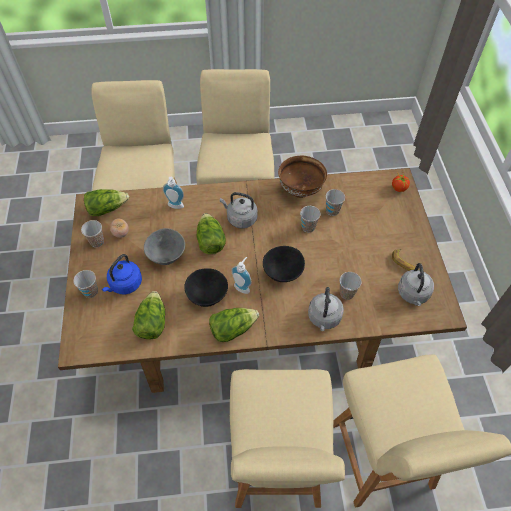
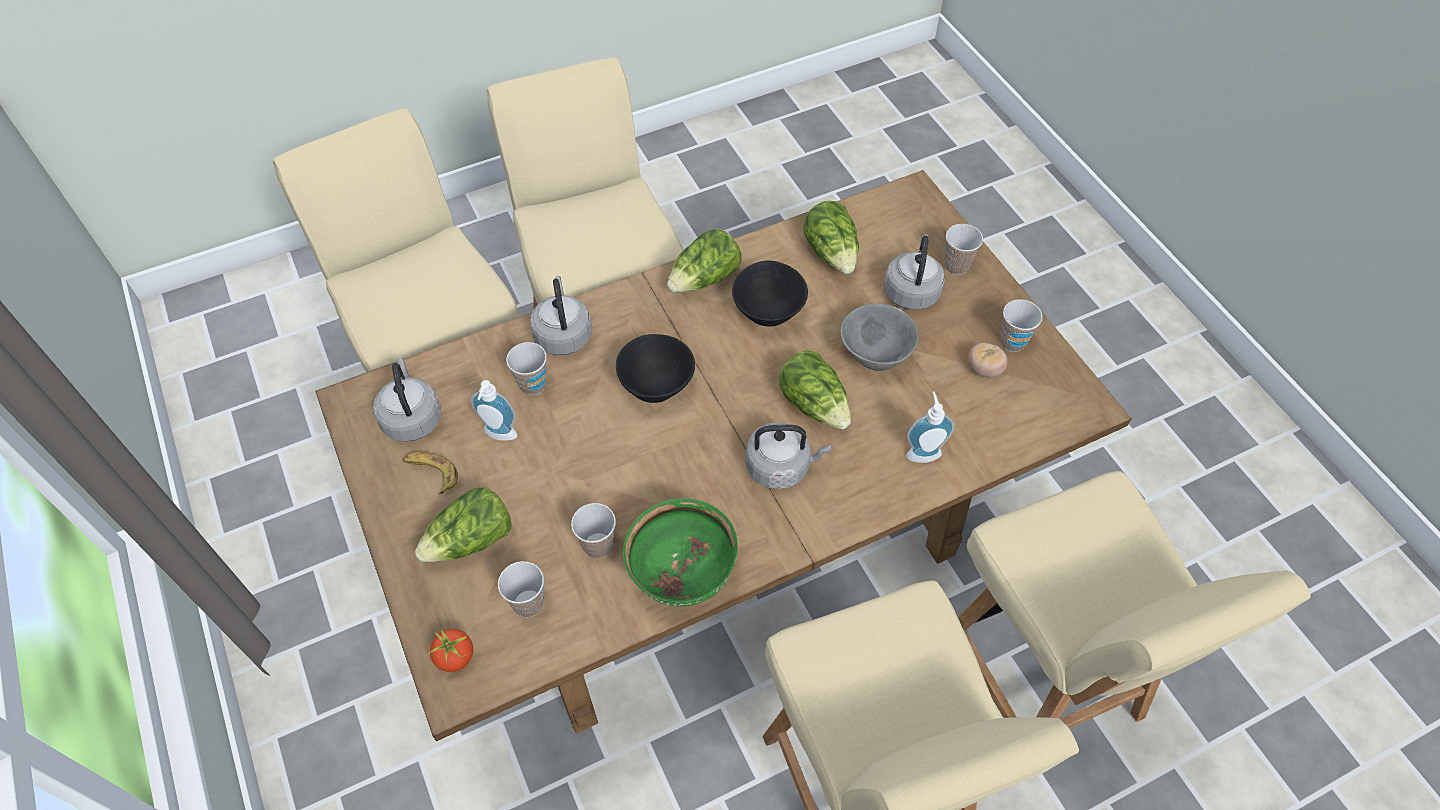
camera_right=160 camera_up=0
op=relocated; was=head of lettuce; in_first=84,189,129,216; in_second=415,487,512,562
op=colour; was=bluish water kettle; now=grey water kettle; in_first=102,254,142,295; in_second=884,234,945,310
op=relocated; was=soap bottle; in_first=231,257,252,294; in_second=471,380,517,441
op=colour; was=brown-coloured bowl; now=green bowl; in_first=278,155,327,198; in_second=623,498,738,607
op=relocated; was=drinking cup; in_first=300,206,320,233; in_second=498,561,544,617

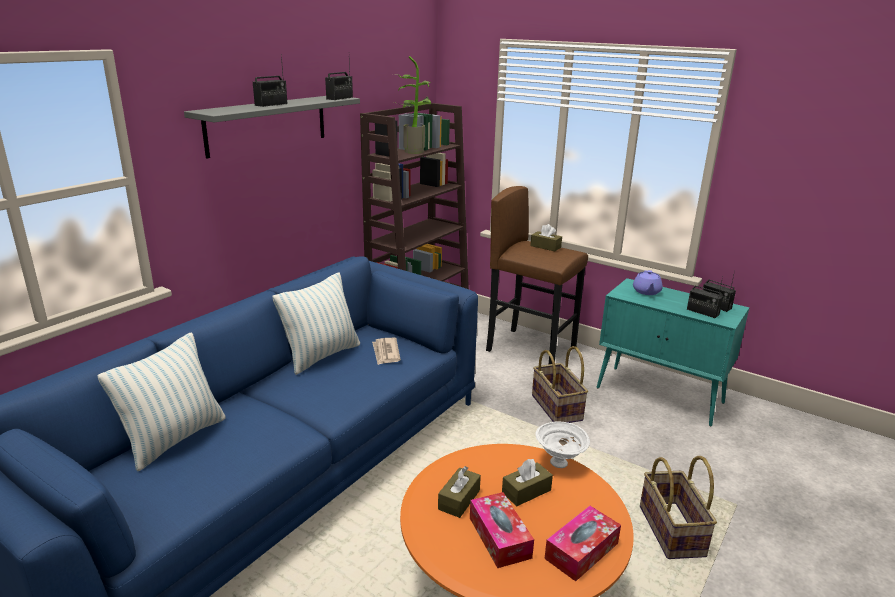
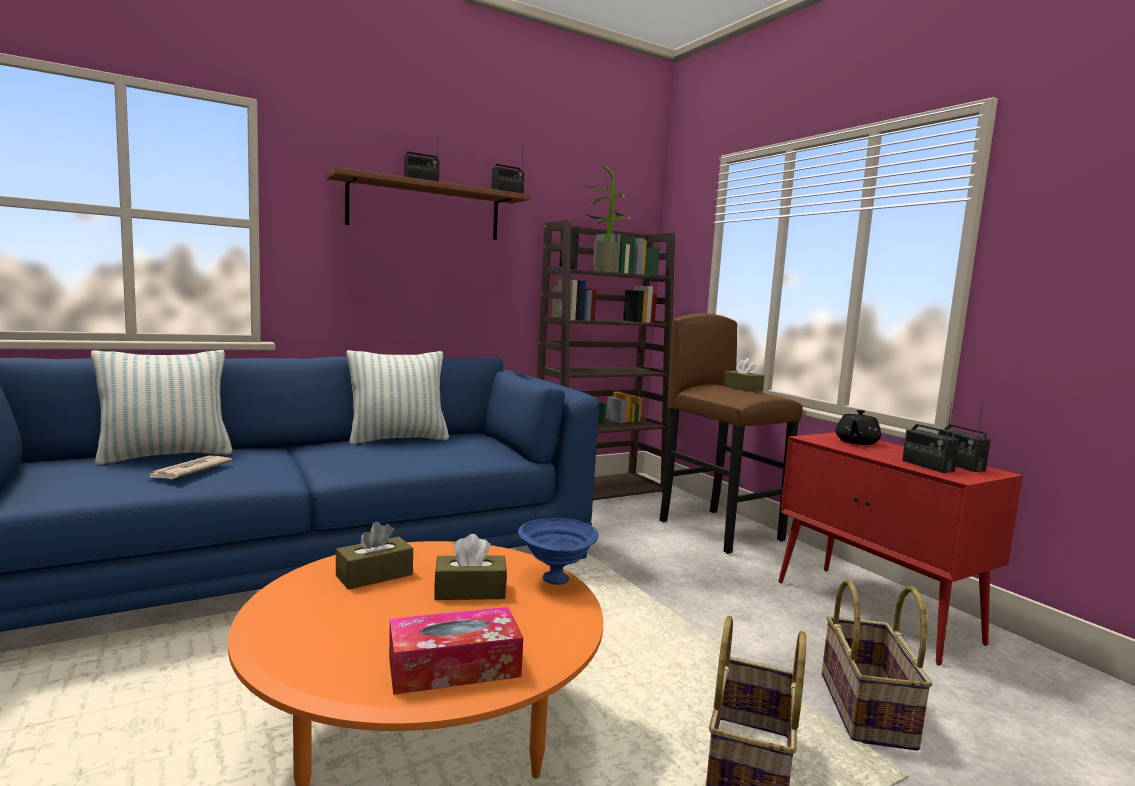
camera_right=25 camera_up=-15
op=colour; was=grey bracket shelf; now=brown-coloured bracket shelf; in_first=184,96,360,159; in_second=326,167,530,240
op=relocated; was=daily paper; in_first=372,338,401,365; in_second=148,456,232,479
op=missing; was=tissue holder; in_first=470,492,534,568
op=relocated; was=storage basket; in_first=532,346,588,423; in_second=822,580,932,751
op=colour; was=white-coloured bowl; now=bluish bowl; in_first=535,422,590,468; in_second=518,518,599,585
op=colour; was=turquoise cabinet; now=red cabinet; in_first=597,278,749,427; in_second=778,432,1023,665
op=colour; was=purplish teapot; now=blackish teapot; in_first=633,270,663,295; in_second=836,410,881,445

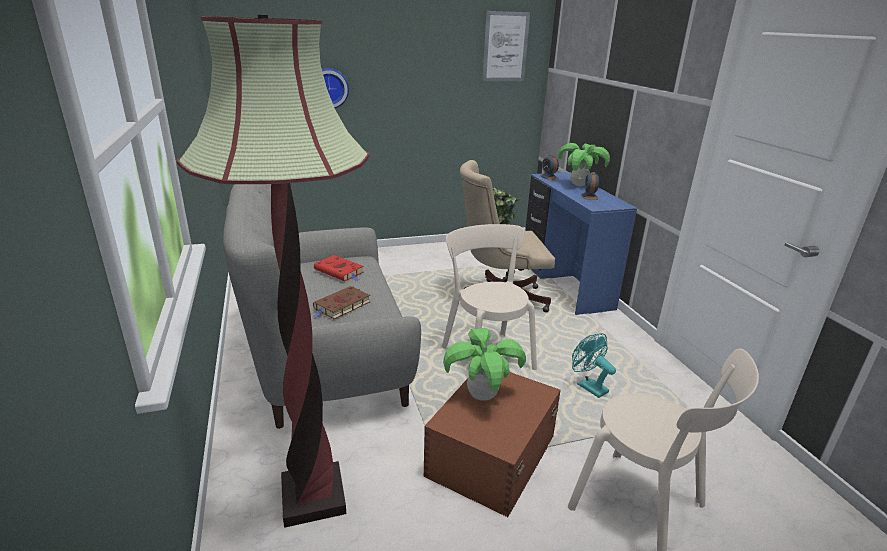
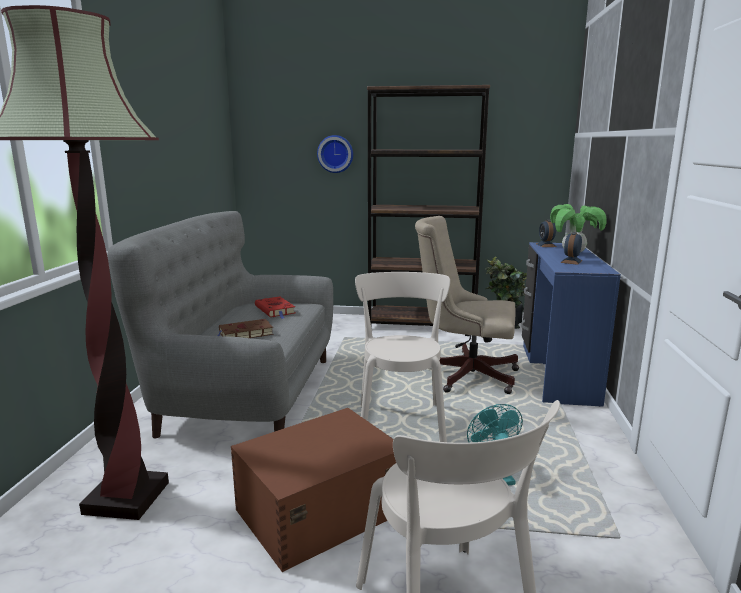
camera_right=25 camera_up=-10
op=missing; was=plant in a pot; in_first=443,328,526,401
op=missing; was=wall art; in_first=482,11,530,81
op=appeared; now=brown-coloured bookcase; in_second=367,85,490,326

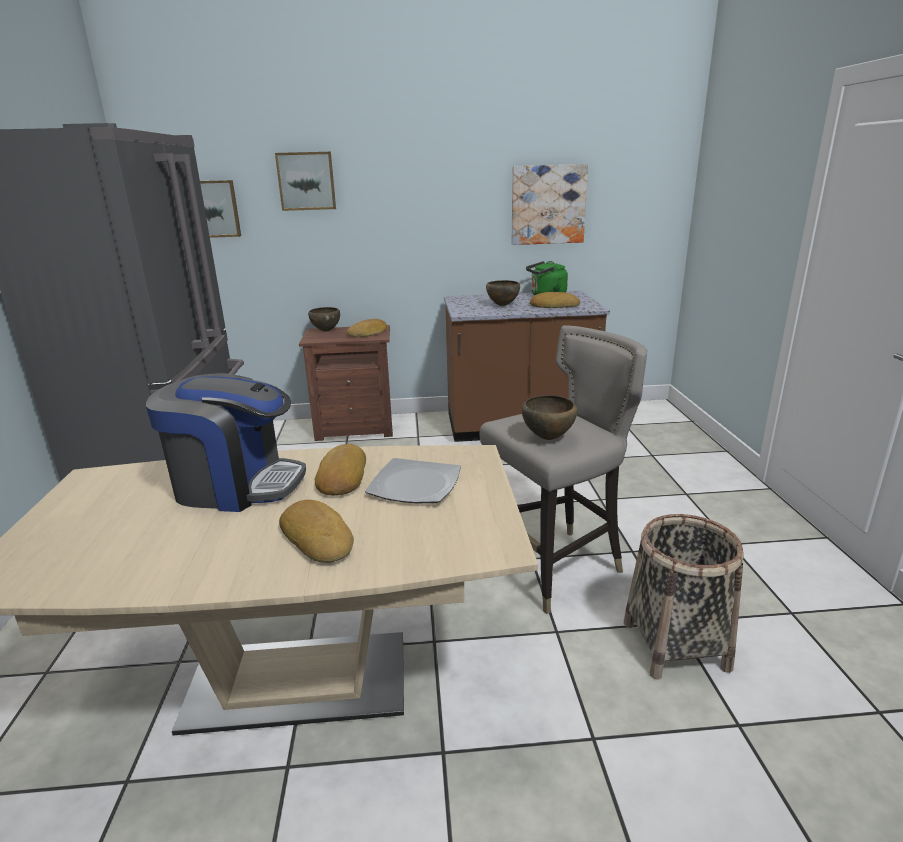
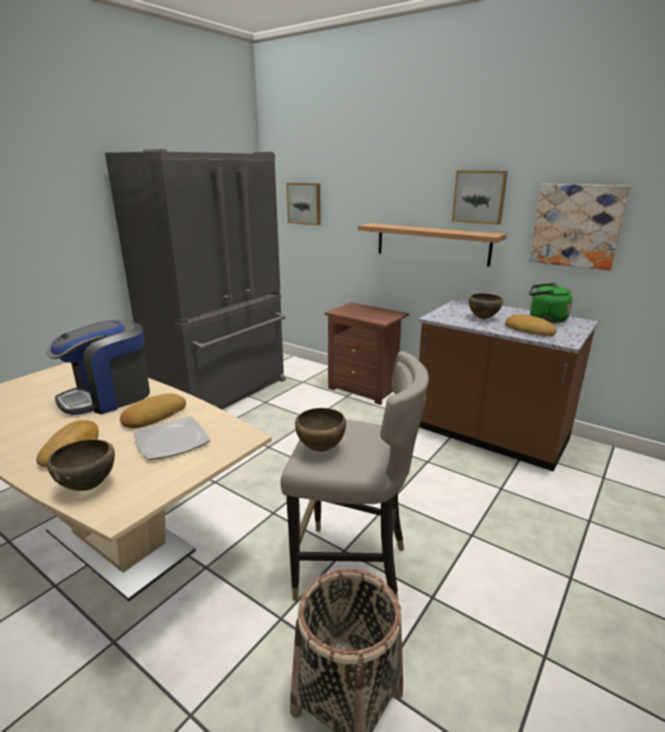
camera_right=40 camera_up=0
op=spun; was=coffee machine; in_first=146,374,306,512; in_second=46,320,150,415; clockwise=90
op=relocated; was=wall art; in_first=275,152,336,211; in_second=452,170,508,225
op=relocated; was=brown-coloured bowl; in_first=308,307,340,331; in_second=47,439,115,491
op=missing; was=bakery bread; in_first=347,319,387,337
op=appeared; now=bracket shelf; in_second=358,223,507,267

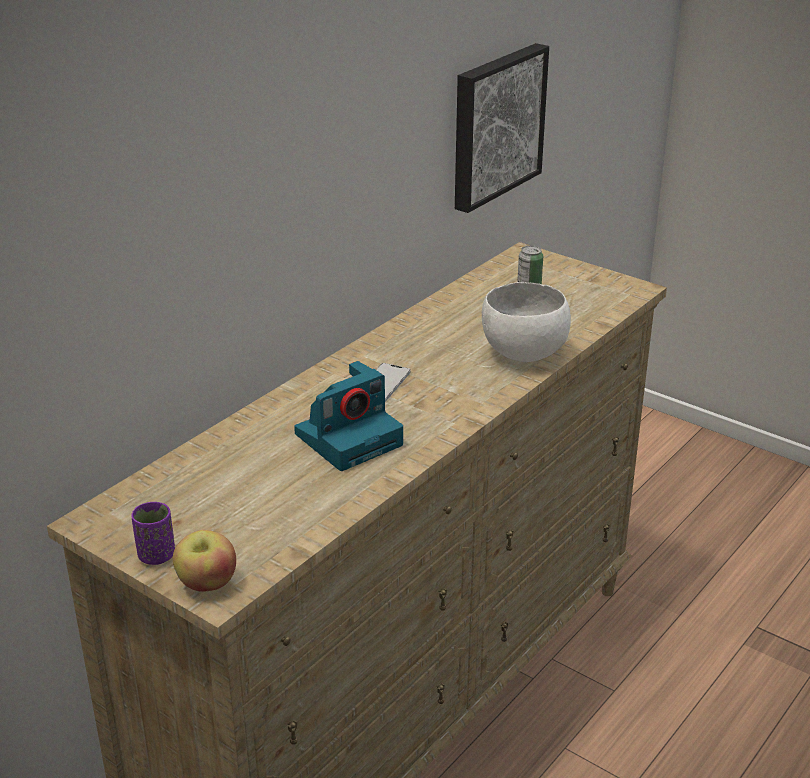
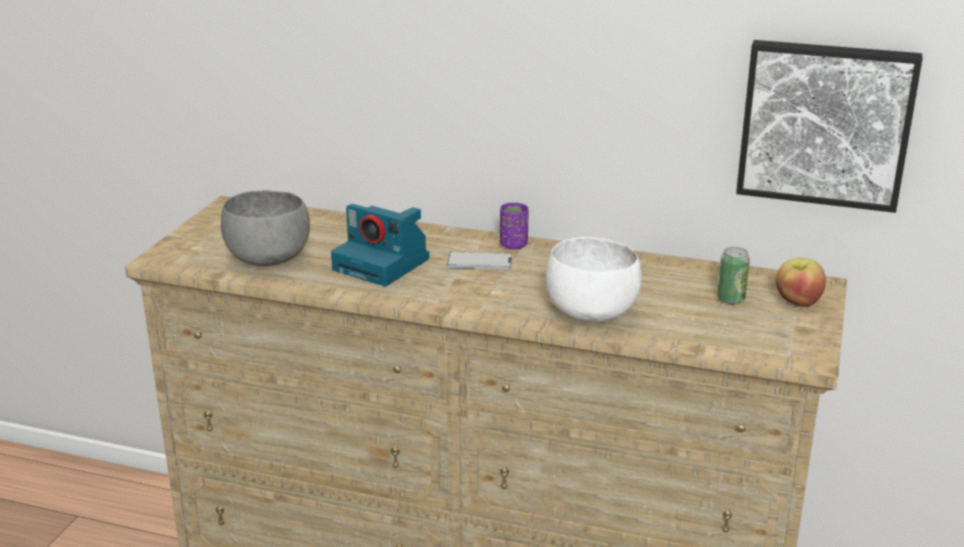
camera_right=70 camera_up=-5
op=relocated; was=purplish drinking cup; in_first=131,502,175,565; in_second=500,203,529,249
op=relocated; was=whole apple; in_first=173,530,236,592; in_second=776,258,826,307
op=appeared; now=grey bowl; in_second=221,190,310,266

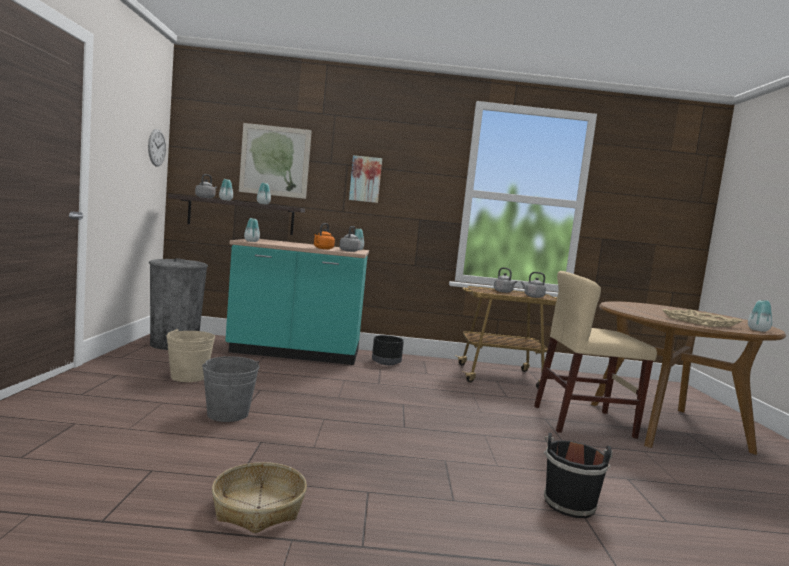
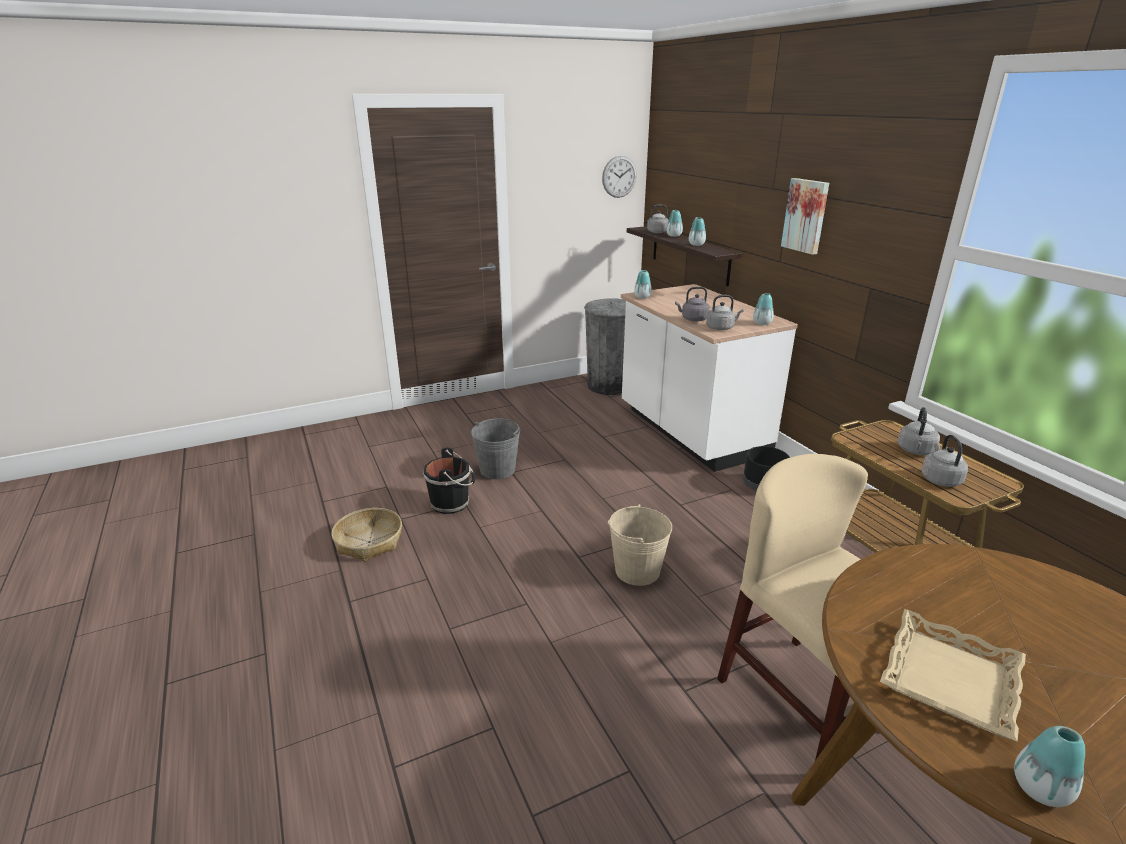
camera_right=65 camera_up=20
op=relocated; was=beige water bucket; in_first=166,329,215,382; in_second=608,504,672,586
op=colour; was=turquoise counter; now=white-coloured counter; in_first=225,239,369,365; in_second=621,284,798,472
op=missing; was=wall art; in_first=239,123,312,199
op=colour; was=orangey water kettle; now=grey water kettle; in_first=314,223,335,249; in_second=675,287,710,321
op=relocated; was=blackish water bucket; in_first=544,433,613,518; in_second=423,447,476,514

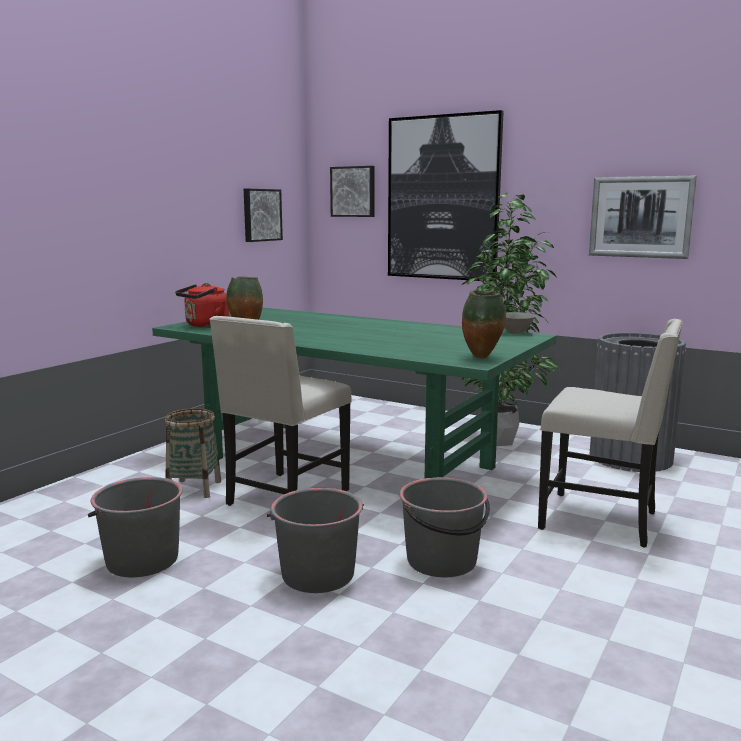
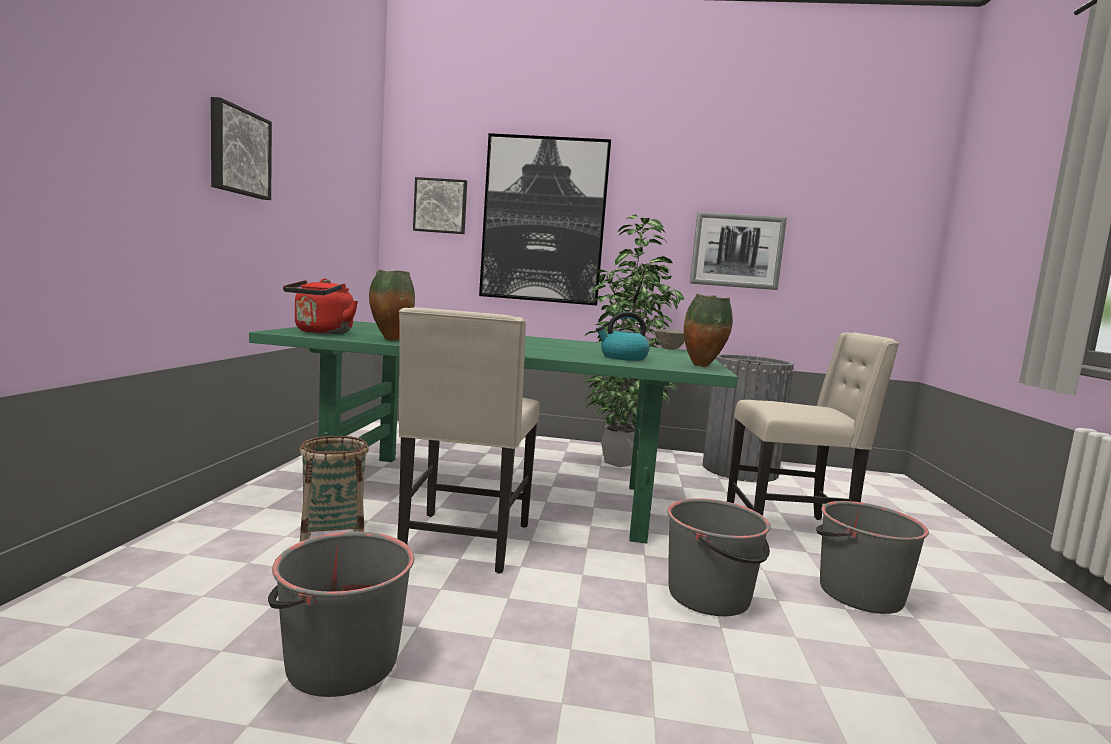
camera_right=-25 camera_up=-5
op=relocated; was=wall art; in_first=244,189,283,242; in_second=211,97,272,200
op=relocated; was=grey water bucket; in_first=267,488,364,593; in_second=816,501,929,614
op=appeared; now=water kettle; in_second=596,312,650,361

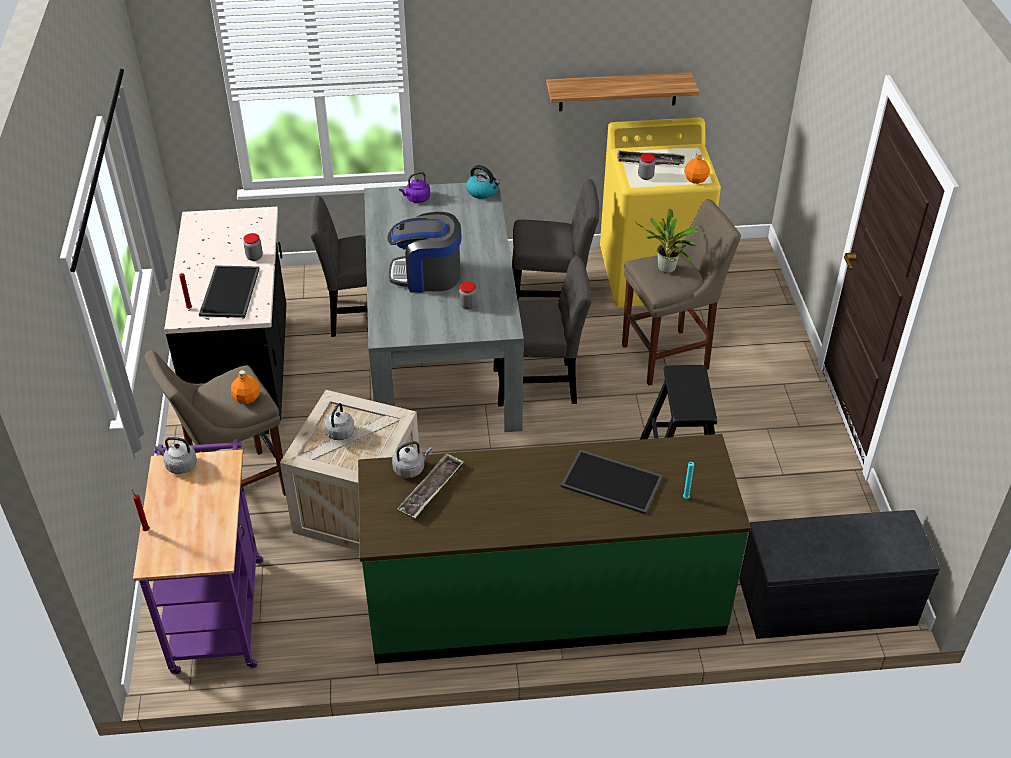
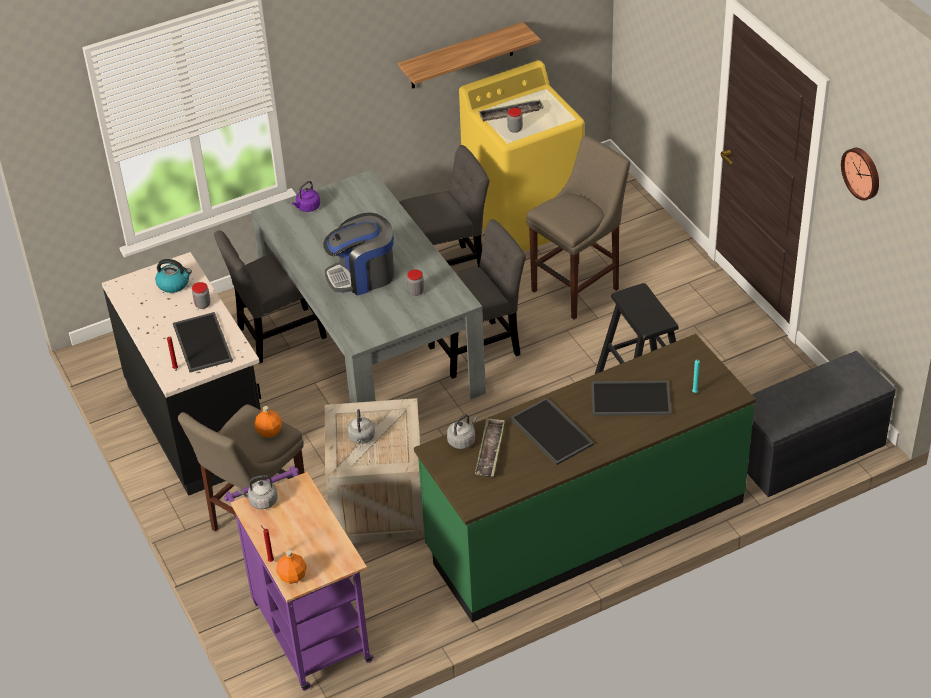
camera_right=-20 camera_up=0
op=relocated; was=water kettle; in_first=466,165,500,199; in_second=155,259,192,293
op=missing; was=plant in a pot; in_first=635,209,699,273
op=relocated; was=orangey bottle; in_first=684,152,710,184; in_second=276,550,307,584
op=appeared; now=carrying tray; in_second=510,398,594,465
op=appeared; now=wall clock; in_second=841,148,879,201

